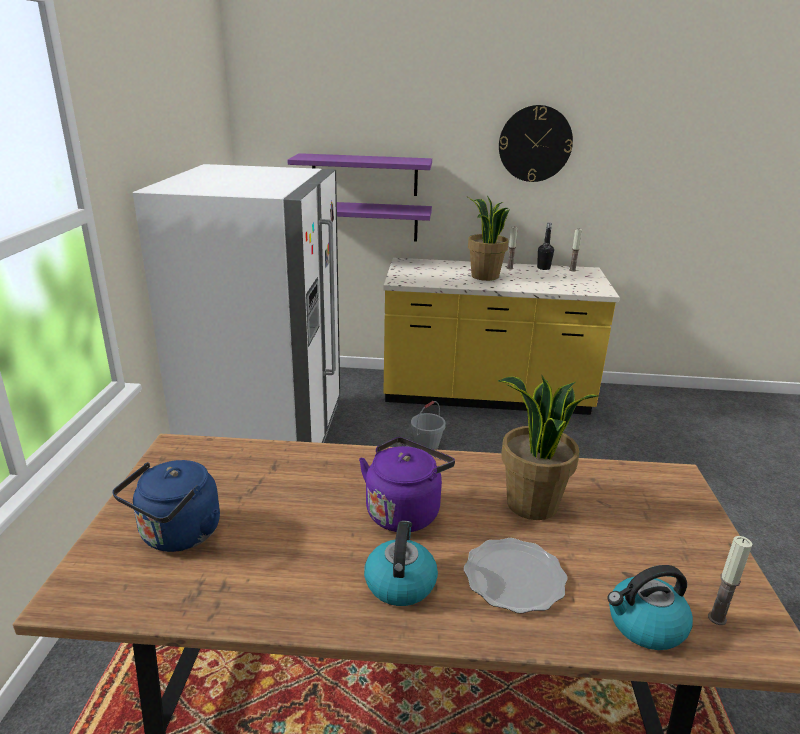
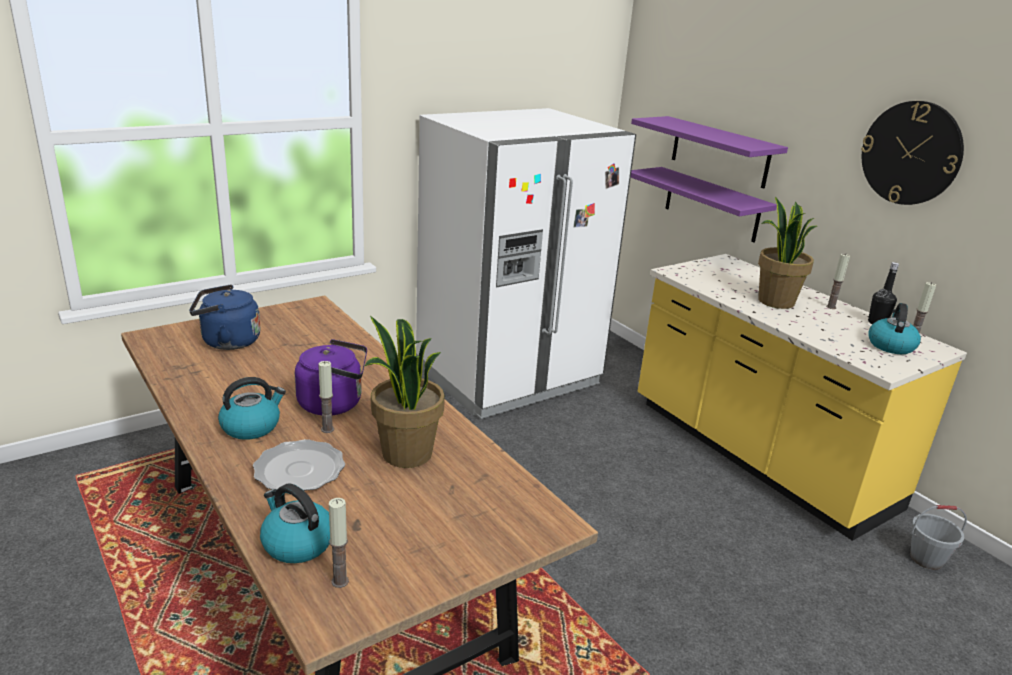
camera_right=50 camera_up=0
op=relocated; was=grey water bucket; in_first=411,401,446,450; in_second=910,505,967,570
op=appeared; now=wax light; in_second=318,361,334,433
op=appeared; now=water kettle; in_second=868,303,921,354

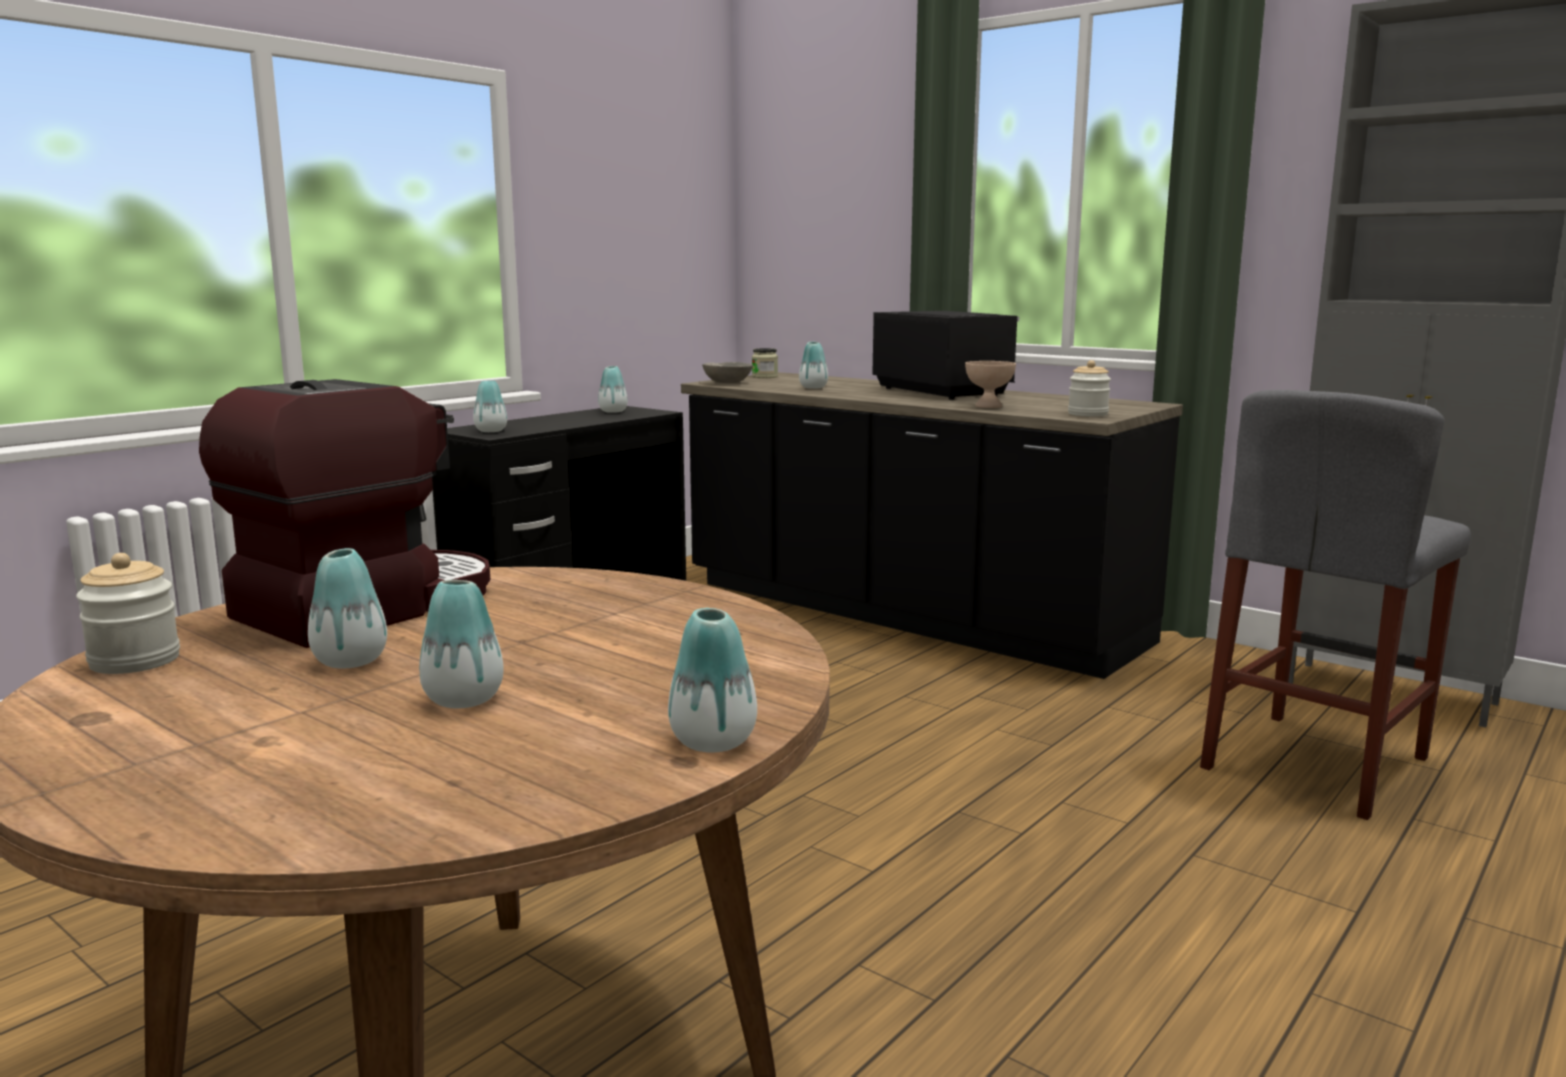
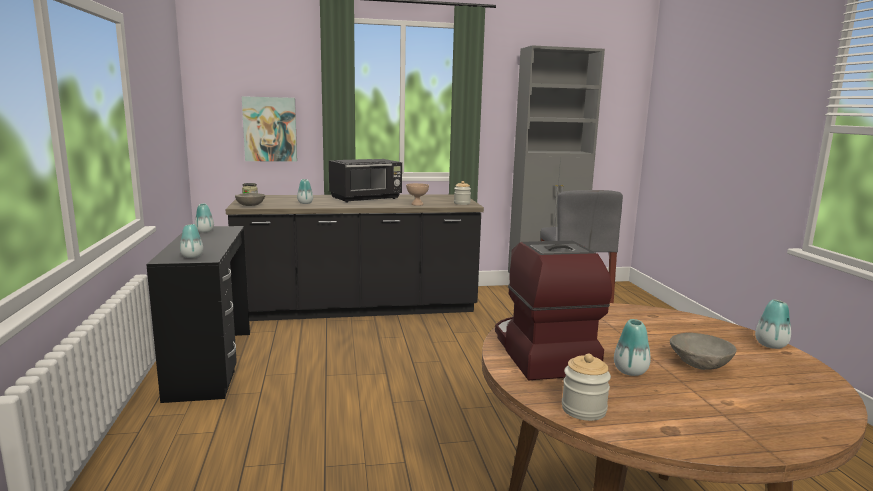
camera_right=-50 camera_up=0
op=exchanged; was=decorative vase; now=grey bowl; in_first=419,580,504,708; in_second=670,333,737,370
op=spun; was=blackish kitchen microwave; in_first=872,311,1019,400; in_second=329,159,402,203; clockwise=135
op=appeared; now=wall art; in_second=242,96,297,162

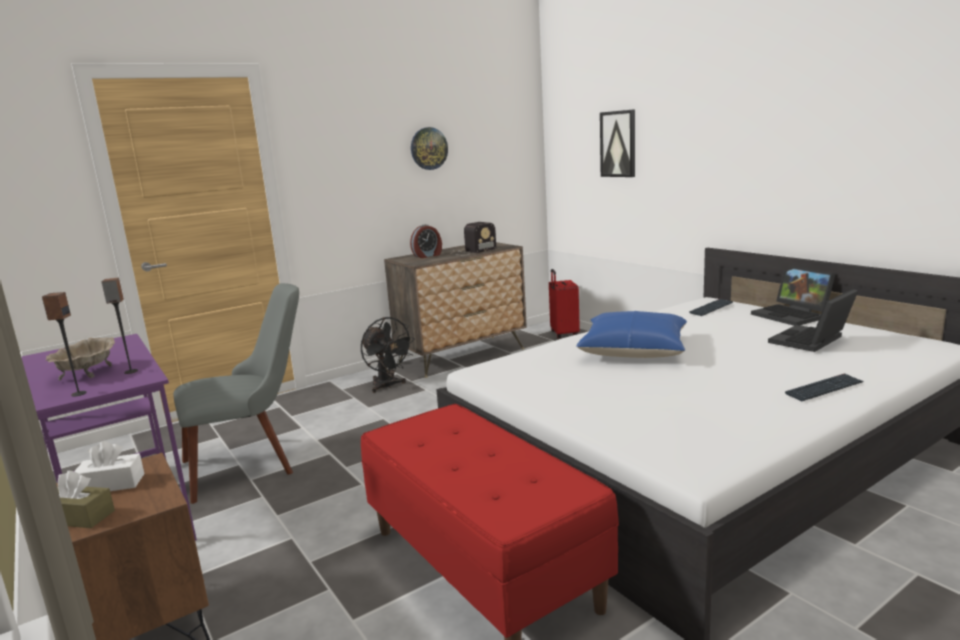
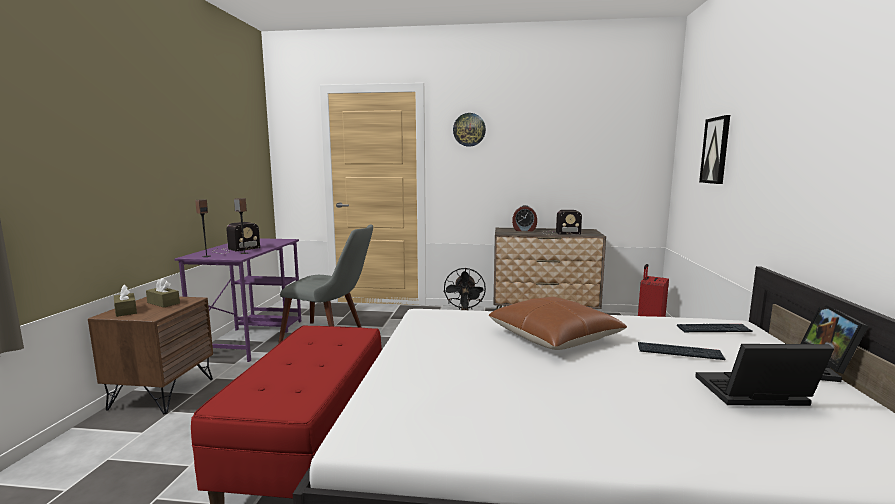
camera_right=40 camera_up=-5
op=exchanged; was=beige bowl; now=radio receiver; in_first=46,337,115,381; in_second=211,222,260,253
op=colour; was=white-coloured tissue holder; now=brown-coloured tissue holder; in_first=74,441,144,491; in_second=146,278,180,308
op=relocated; was=wall clock; in_first=411,127,448,170; in_second=453,113,486,147
op=colour; was=bluish cushion; now=brown-coloured cushion; in_first=576,311,687,358; in_second=489,297,627,350
op=relocated; was=PC keyboard; in_first=785,373,863,401; in_second=638,342,725,360

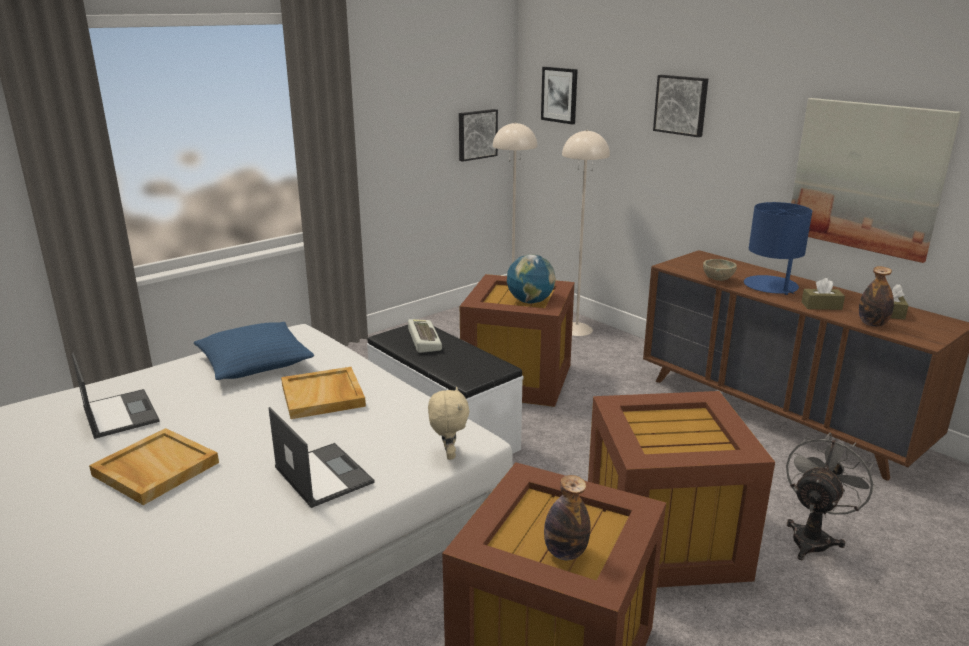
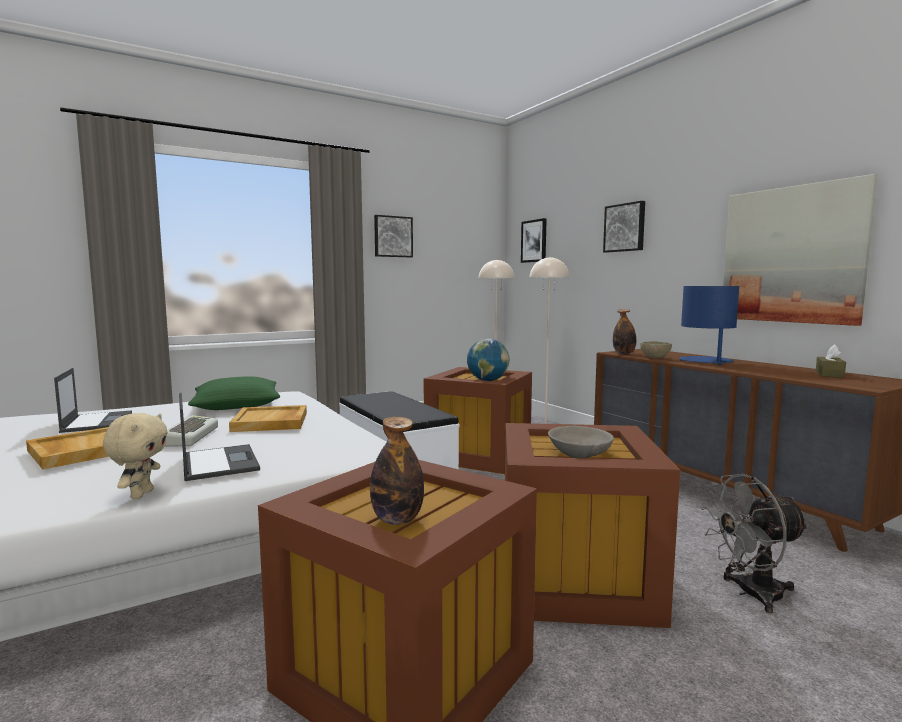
camera_right=10 camera_up=-15
op=colour; was=bluish cushion; now=green cushion; in_first=194,322,314,380; in_second=188,376,280,410
op=relocated; was=PC keyboard; in_first=408,319,442,353; in_second=164,415,218,447
op=relocated; was=beige cuddly toy; in_first=428,387,470,460; in_second=103,413,168,499
op=relocated; was=wall art; in_first=459,109,498,162; in_second=374,215,413,258
op=spun; was=grey electric fan; in_first=786,433,876,560; in_second=700,474,809,613; clockwise=-150
op=missing; was=brown-coloured tissue holder; in_first=802,278,845,310
op=relocated; was=bottle; in_first=859,266,894,327; in_second=613,309,636,354
op=appeared; now=grey bowl; in_second=548,426,614,458

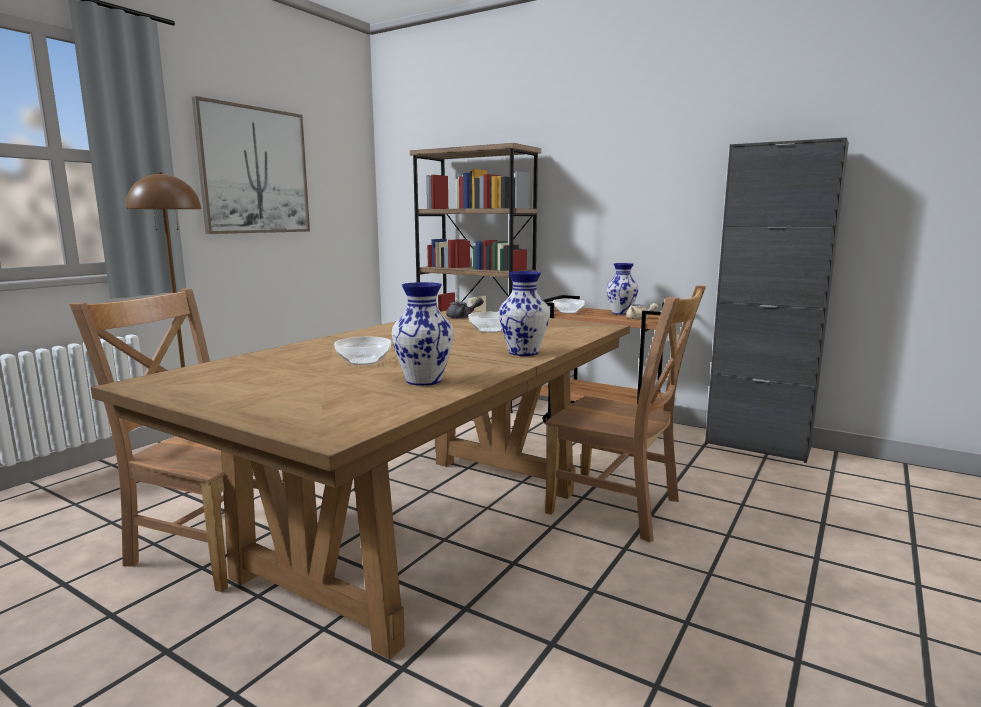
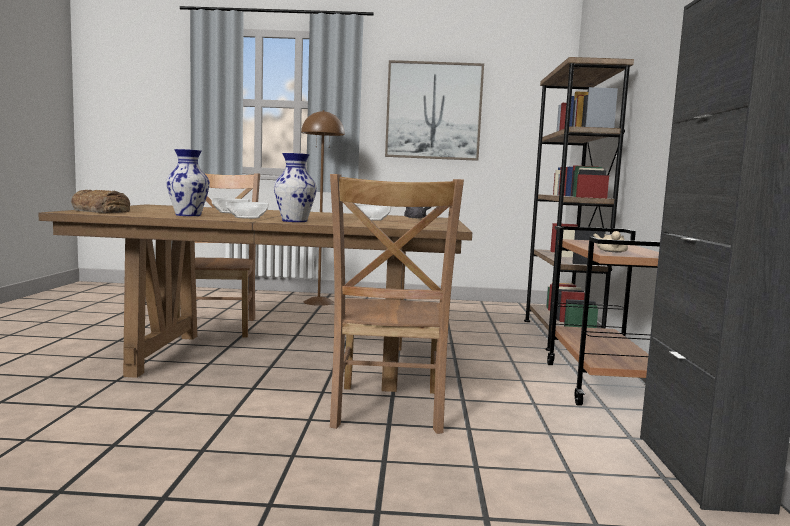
camera_right=60 camera_up=-5
op=relocated; was=bowl; in_first=553,299,585,314; in_second=226,201,269,219
op=missing; was=decorative vase; in_first=606,263,639,315
op=appeared; now=bakery bread; in_second=71,190,130,213

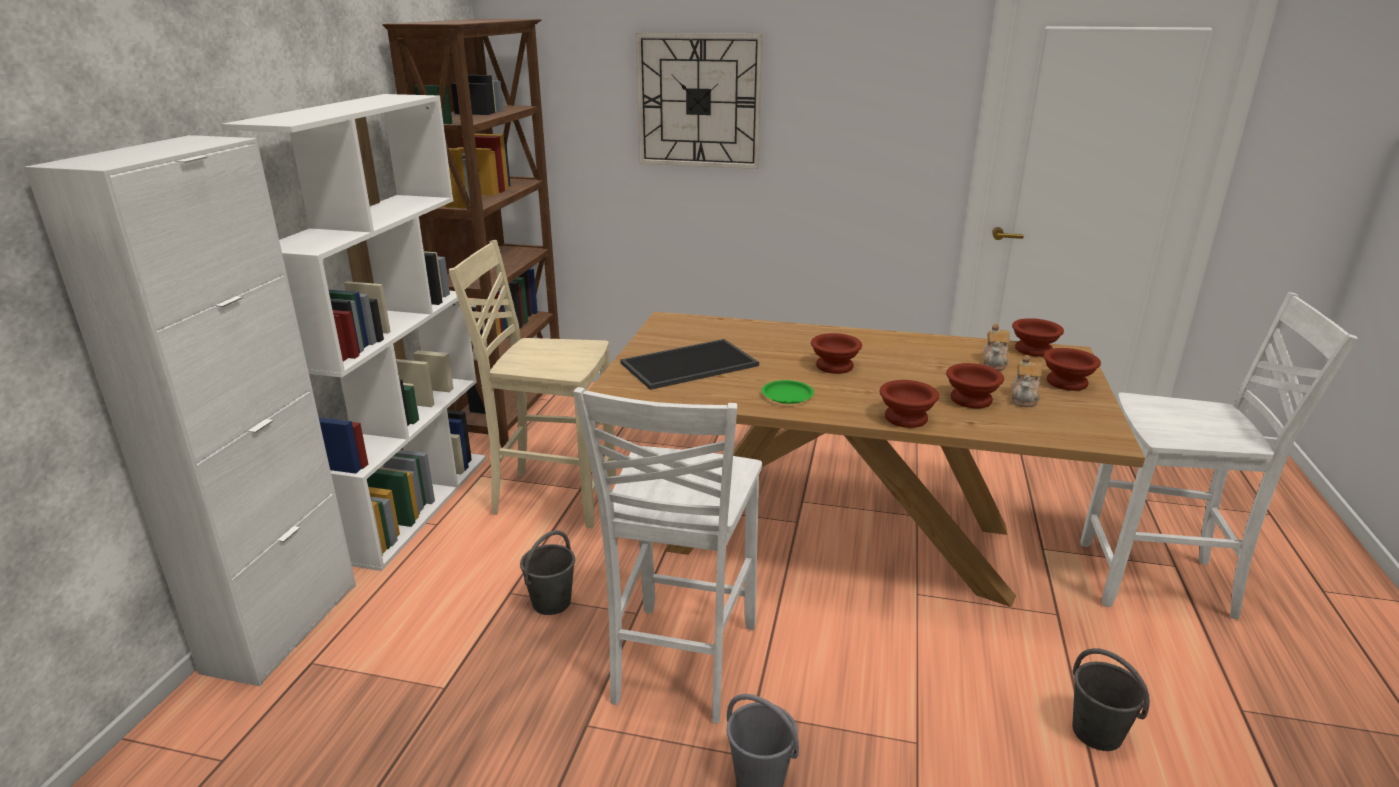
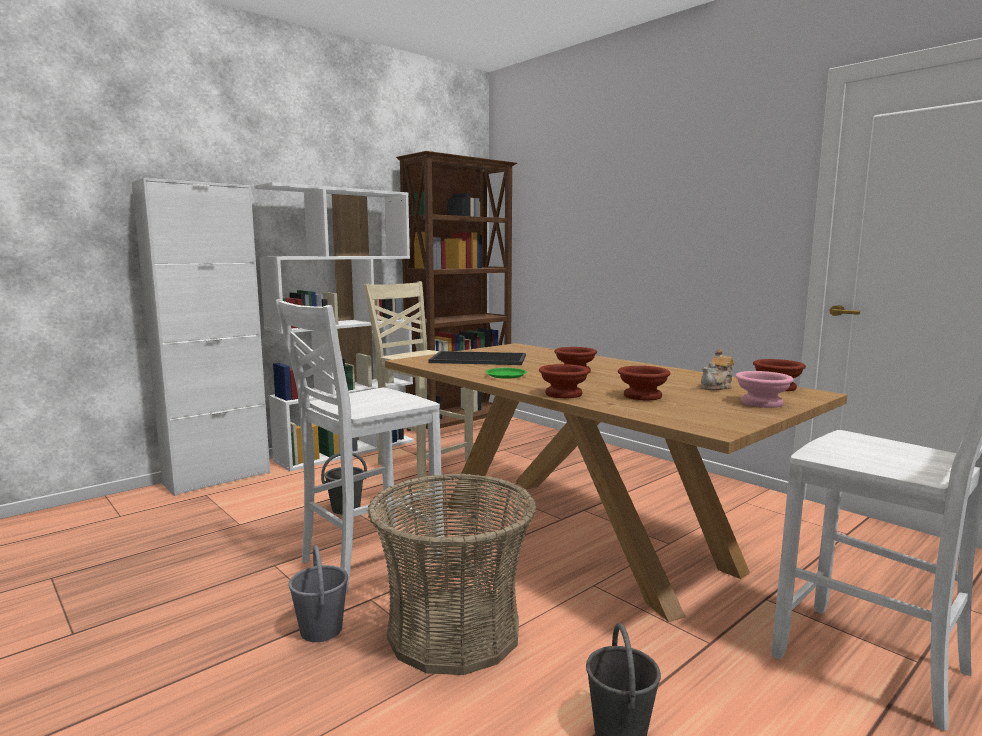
camera_right=35 camera_up=-15
op=missing; was=wall clock; in_first=635,33,763,169
op=missing; was=teapot; in_first=1011,355,1042,407
op=colour; was=brown-coloured bowl; now=pink bowl; in_first=1044,348,1101,391; in_second=735,371,794,408
op=appeared; now=storage basket; in_second=368,473,537,675

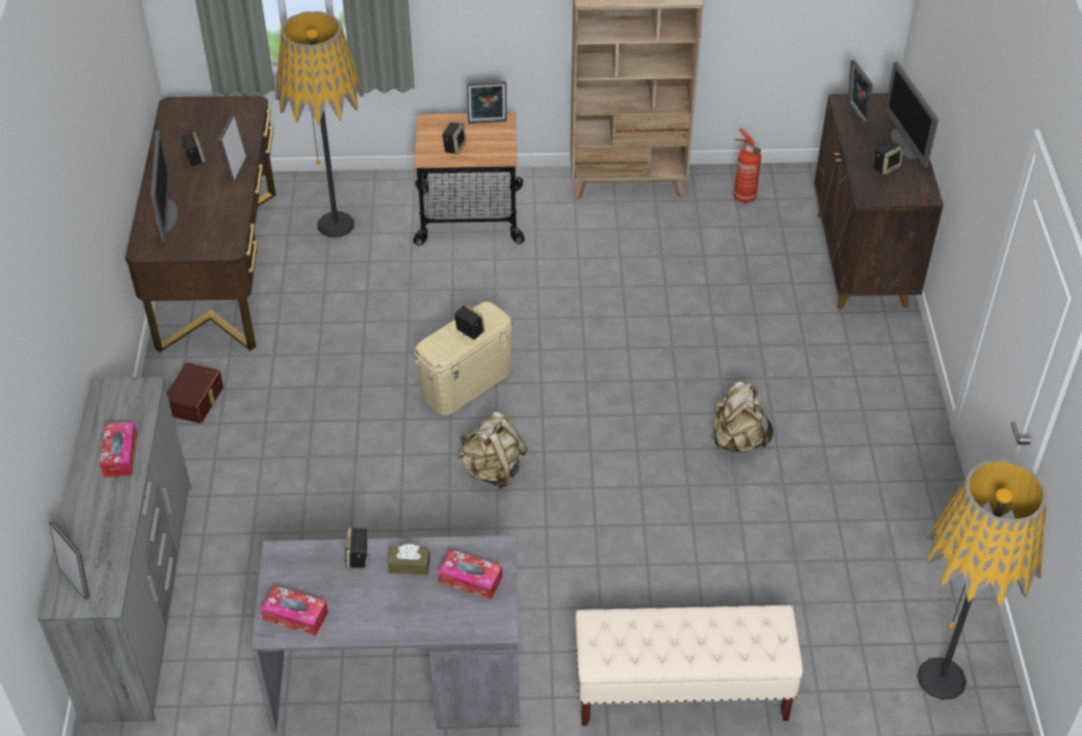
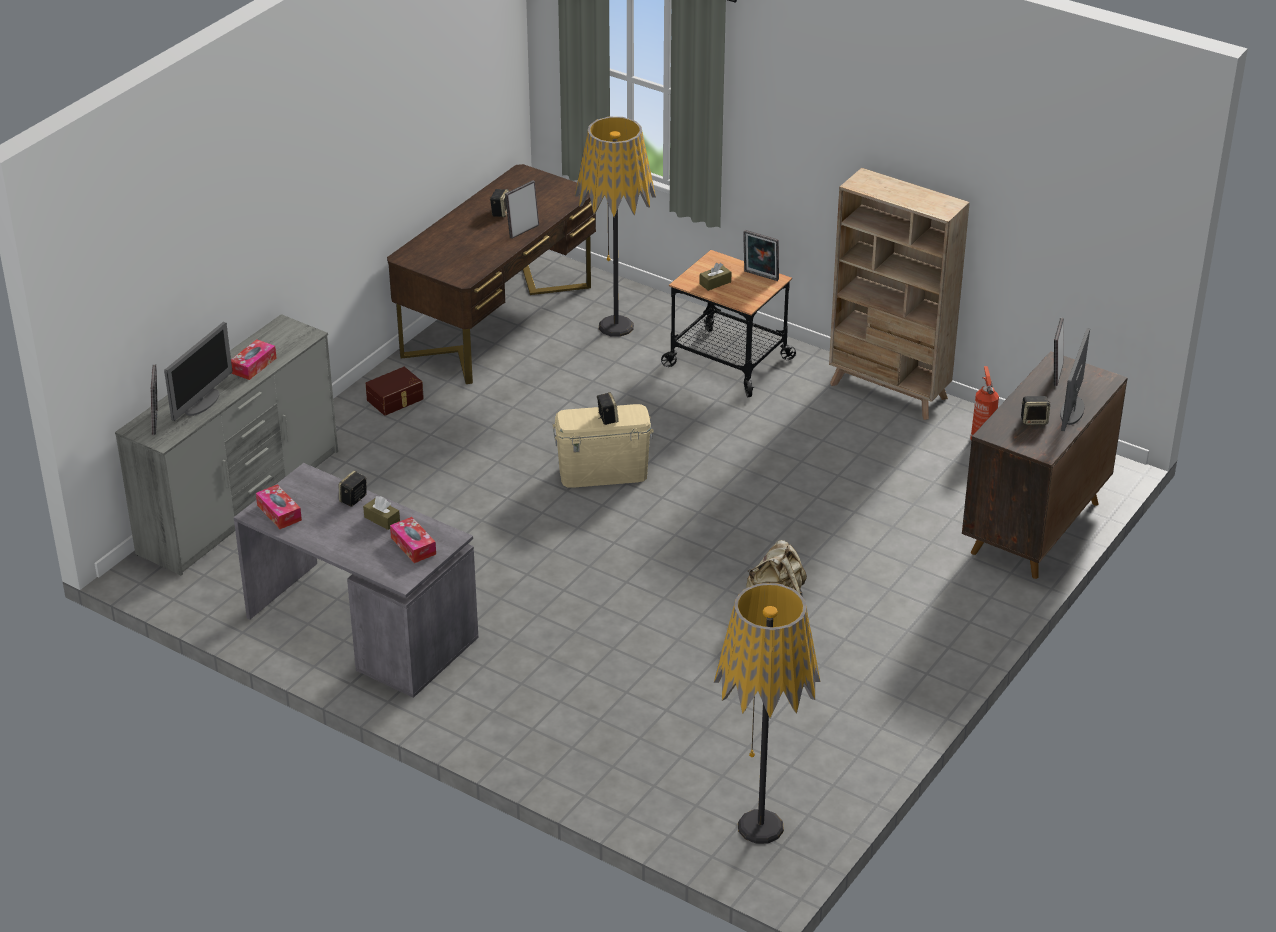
camera_right=35 camera_up=-10
op=relocated; was=monitor; in_first=151,130,178,242; in_second=164,322,233,421
op=exchanged; was=audio speaker; now=brown-coloured tissue holder; in_first=442,122,467,155; in_second=699,263,731,291
op=missing; was=beige backpack; in_first=457,412,528,489
op=missing; was=beige bench; in_first=575,605,803,726

